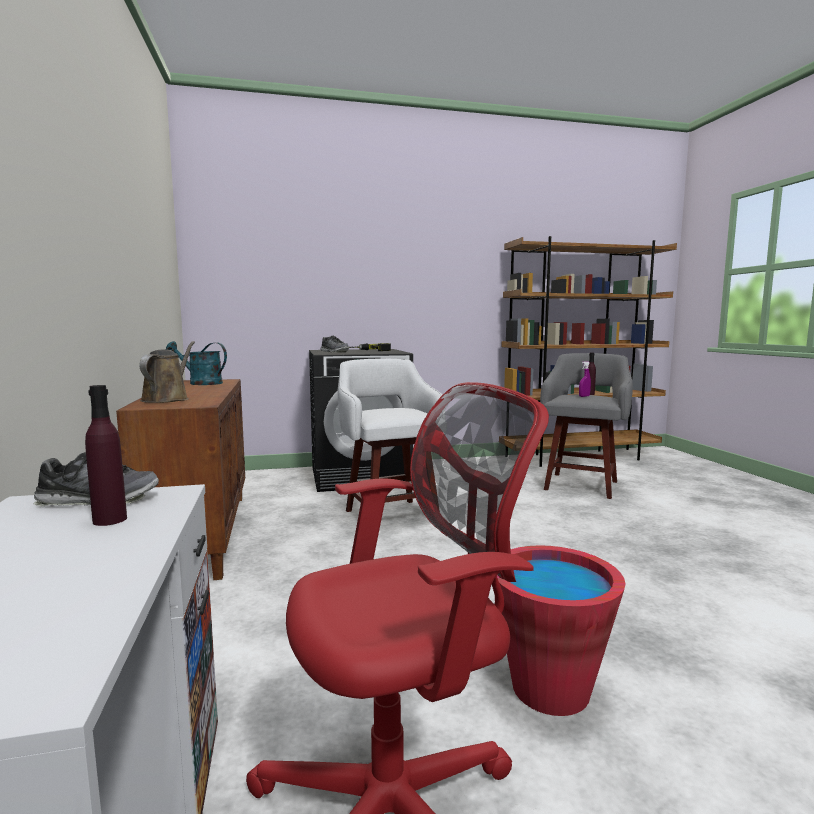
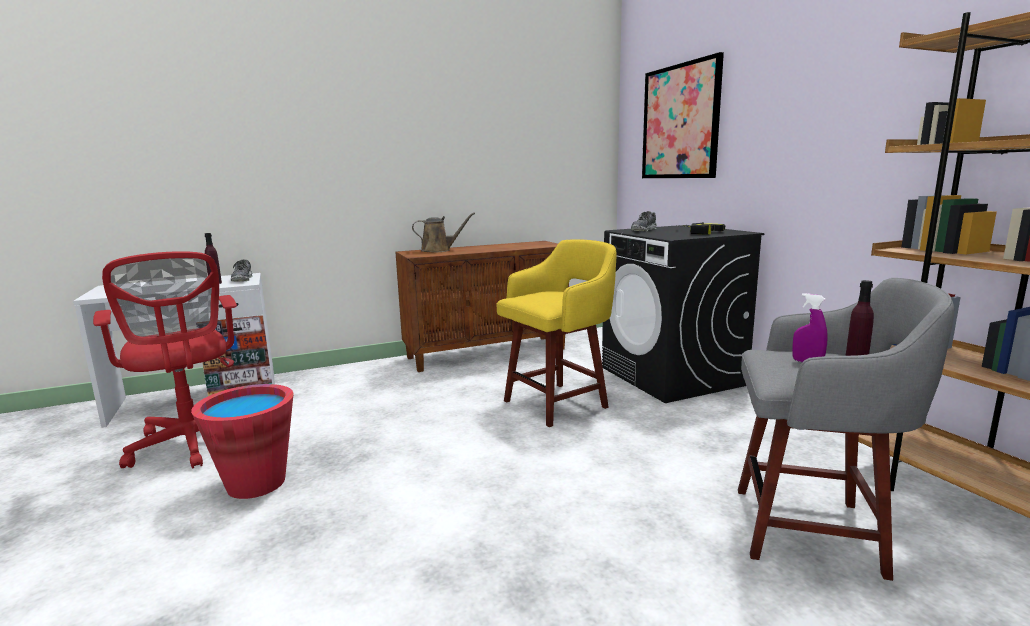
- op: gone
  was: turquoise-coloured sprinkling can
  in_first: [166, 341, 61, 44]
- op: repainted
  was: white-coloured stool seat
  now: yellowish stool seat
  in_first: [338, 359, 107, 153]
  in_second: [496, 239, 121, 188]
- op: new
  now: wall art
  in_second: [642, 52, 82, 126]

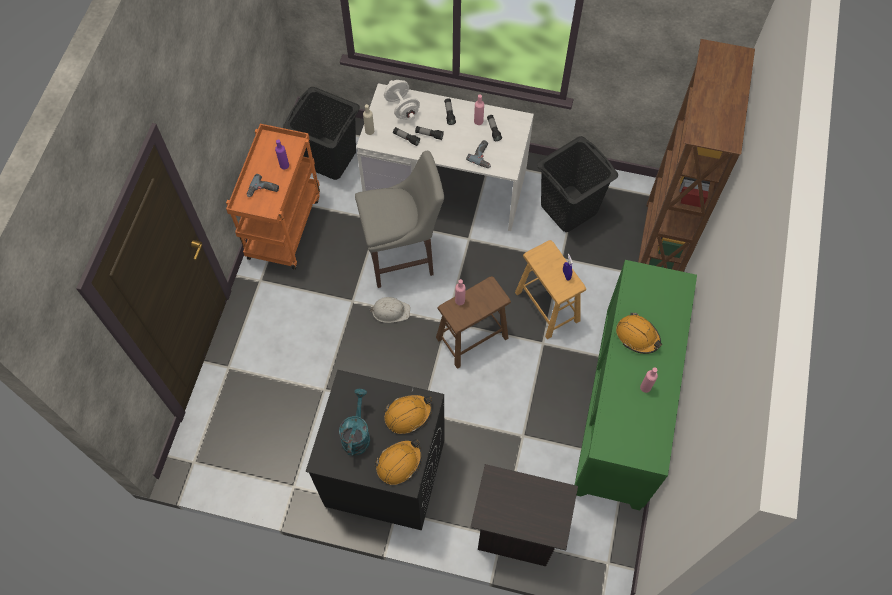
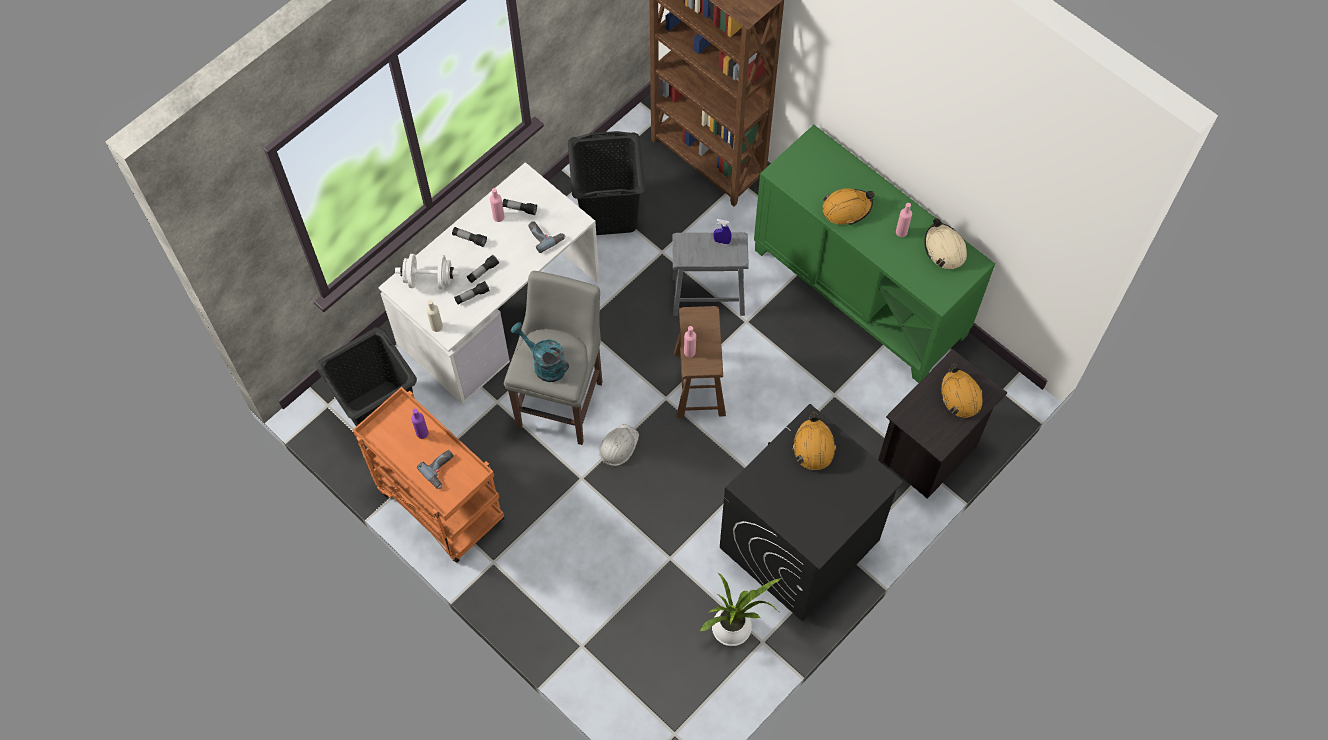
- op: shifted
  was: turquoise-coloured sprinkling can
  in_first: [339, 389, 31, 67]
  in_second: [511, 322, 58, 60]
- op: shifted
  was: orange hard hat
  in_first: [375, 439, 47, 46]
  in_second: [940, 364, 43, 54]
- op: repainted
  was: brownish stool seat
  now: grey stool seat
  in_first: [515, 240, 71, 99]
  in_second: [672, 232, 77, 84]
- op: new
  now: houseplant
  in_second: [700, 573, 81, 73]
- op: new
  now: beige-coloured hard hat
  in_second: [924, 218, 43, 51]

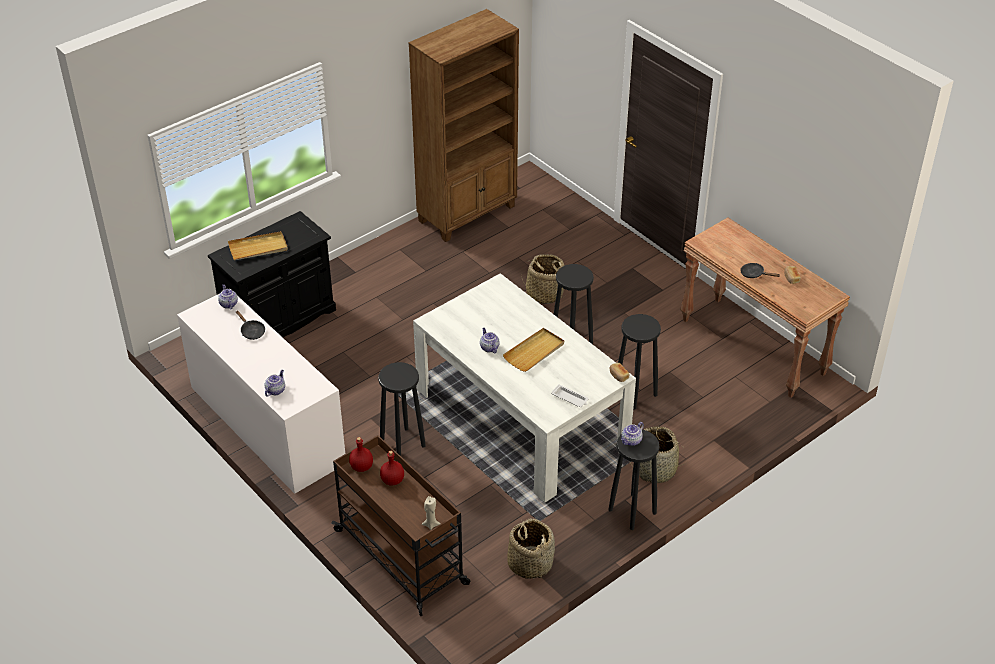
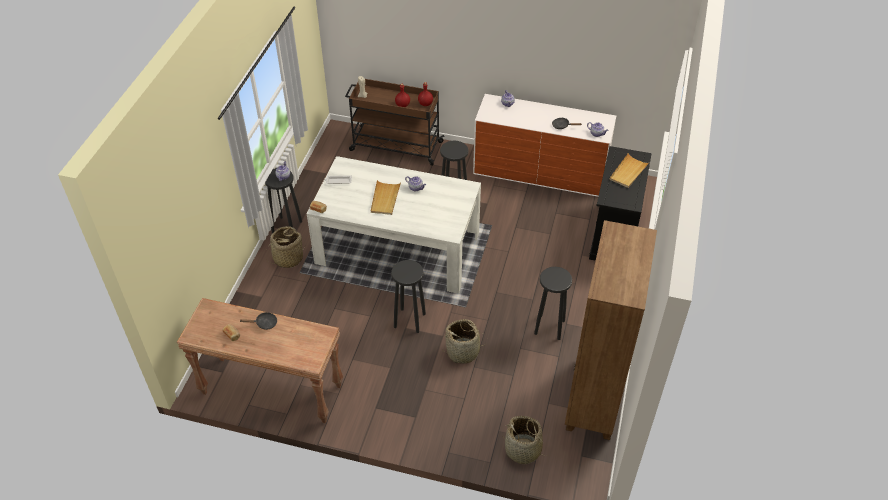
- op: shifted
  was: household basket
  in_first: [507, 518, 48, 61]
  in_second: [502, 416, 46, 48]
- op: shifted
  was: black stool seat
  in_first: [618, 314, 43, 95]
  in_second: [534, 267, 38, 73]

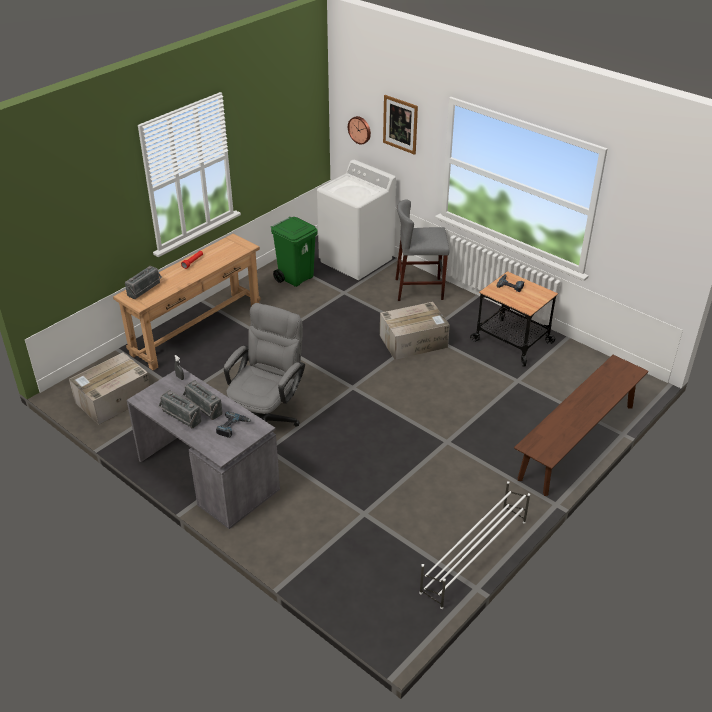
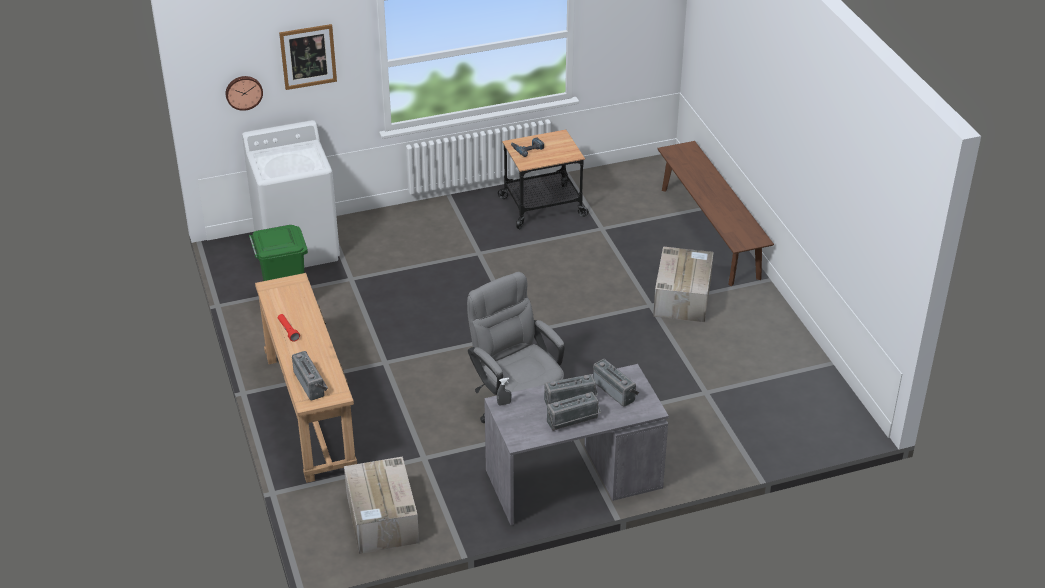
- op: swapped
  was: electric drill
  now: radio set
  in_first: [216, 411, 35, 27]
  in_second: [593, 359, 46, 48]
- op: shifted
  was: cardboard box
  in_first: [380, 302, 70, 58]
  in_second: [653, 246, 61, 76]
- op: gone
  was: grey stool seat
  in_first: [396, 200, 54, 101]
- op: gone
  was: white-coloured shoe shelf
  in_first: [419, 481, 111, 128]

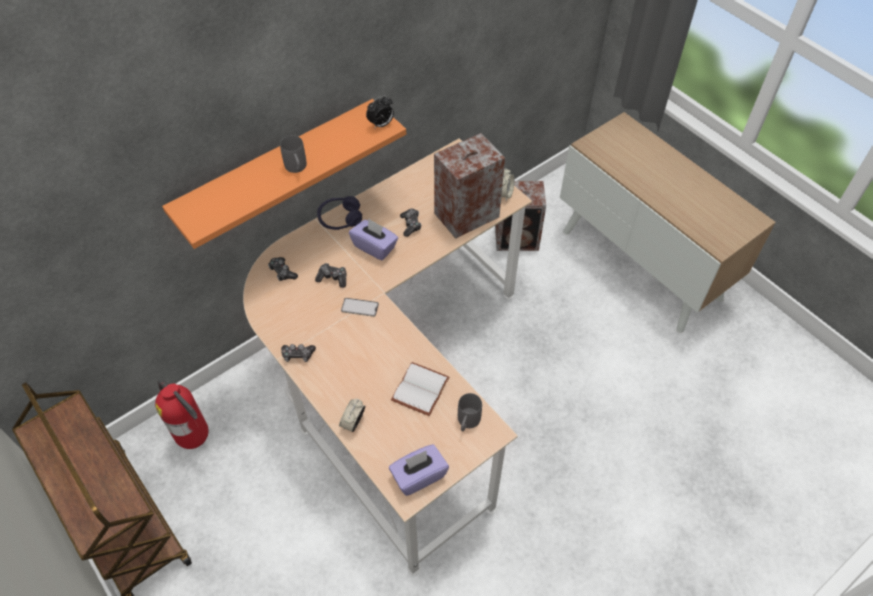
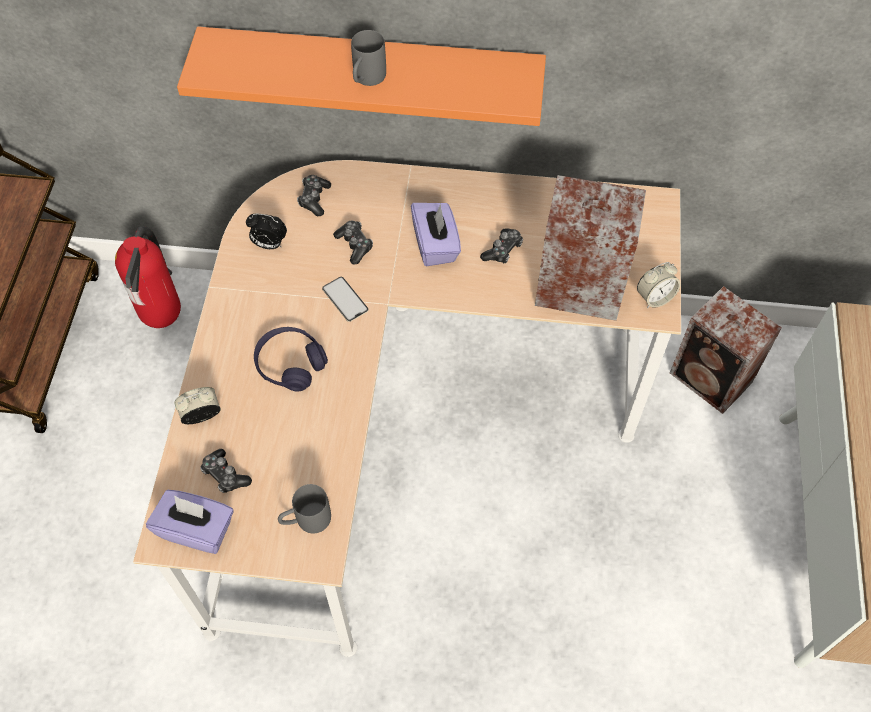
- op: shifted
  was: gamepad
  in_first: [281, 344, 35, 18]
  in_second: [200, 449, 52, 44]
- op: shifted
  was: purplish headset
  in_first: [317, 196, 45, 34]
  in_second: [254, 327, 74, 65]
- op: shifted
  was: alarm clock
  in_first: [366, 95, 28, 33]
  in_second: [246, 213, 41, 36]
- op: gone
  was: white-coloured volume
  in_first: [391, 362, 59, 54]

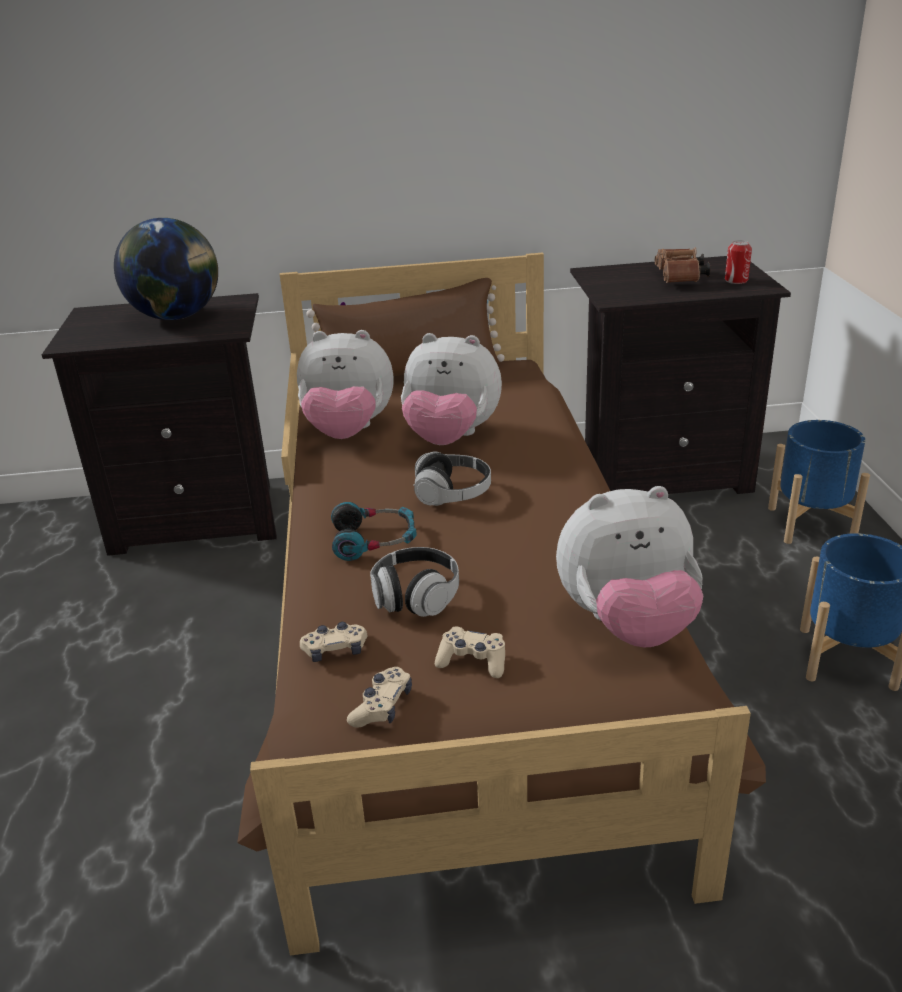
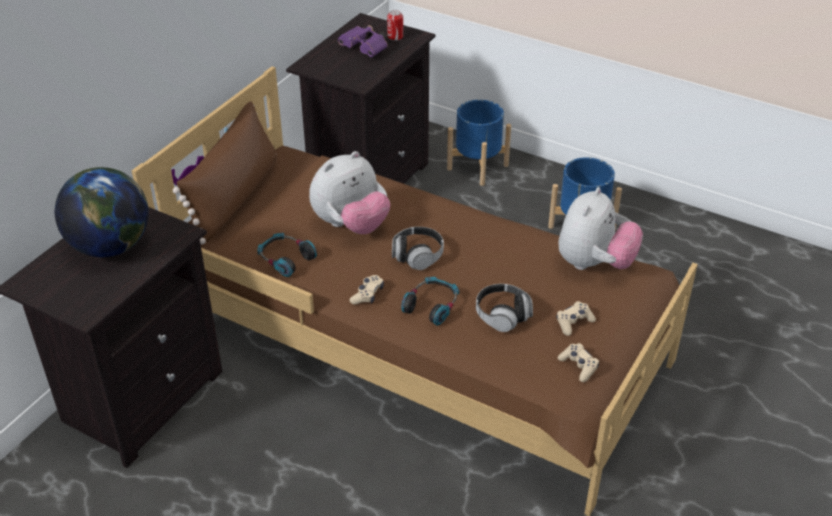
- op: swapped
  was: cuddly toy
  now: headset
  in_first: [297, 330, 96, 109]
  in_second: [257, 233, 60, 44]
- op: shifted
  was: beige-coloured gamepad
  in_first: [300, 622, 67, 40]
  in_second: [349, 275, 35, 30]
- op: repainted
  was: brownish binoculars
  now: purplish binoculars
  in_first: [655, 247, 55, 36]
  in_second: [338, 25, 50, 32]

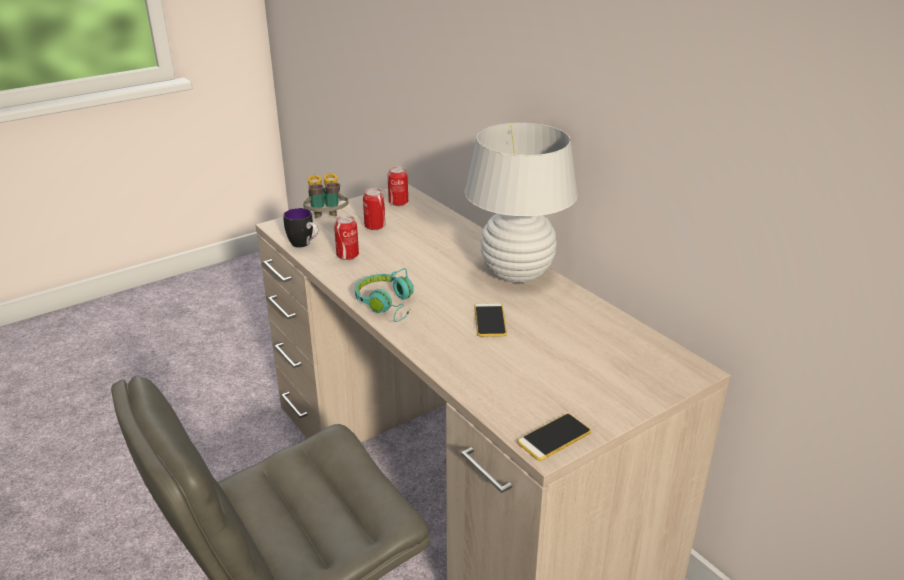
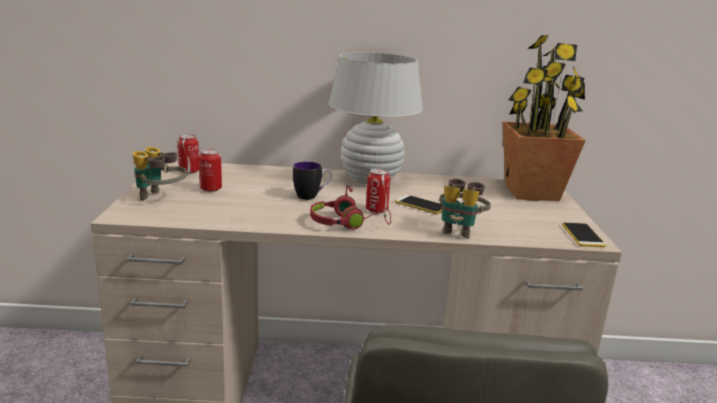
- op: shifted
  was: tea mug
  in_first: [283, 208, 35, 40]
  in_second: [293, 162, 39, 38]
- op: shifted
  was: sealed can
  in_first: [334, 215, 25, 45]
  in_second: [366, 168, 25, 45]
- op: repainted
  was: turquoise-coloured headset
  now: red headset
  in_first: [355, 268, 59, 54]
  in_second: [310, 186, 81, 43]
- op: new
  now: binoculars
  in_second: [439, 179, 52, 60]
- op: new
  now: houseplant
  in_second: [502, 35, 84, 166]

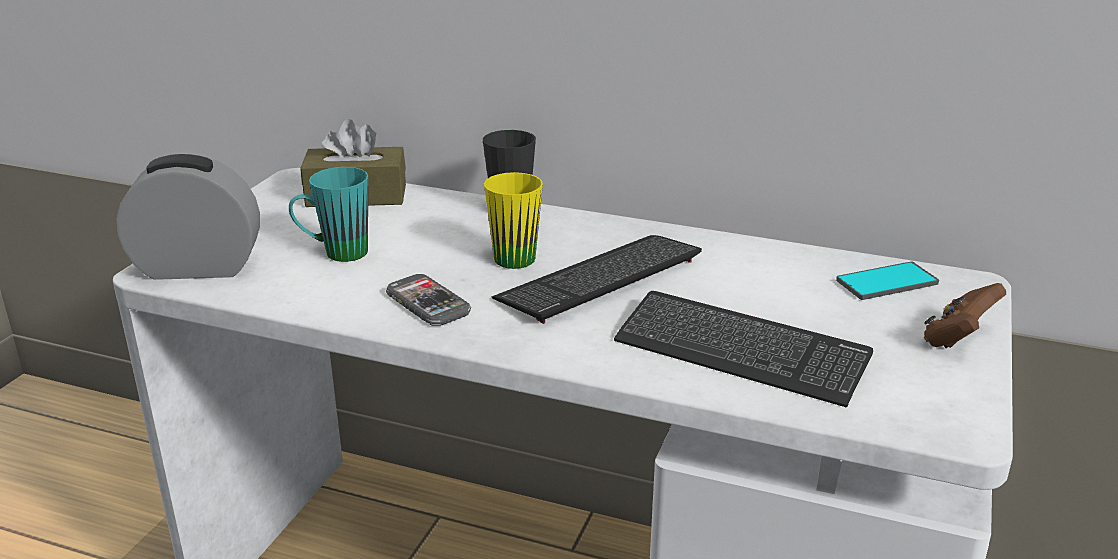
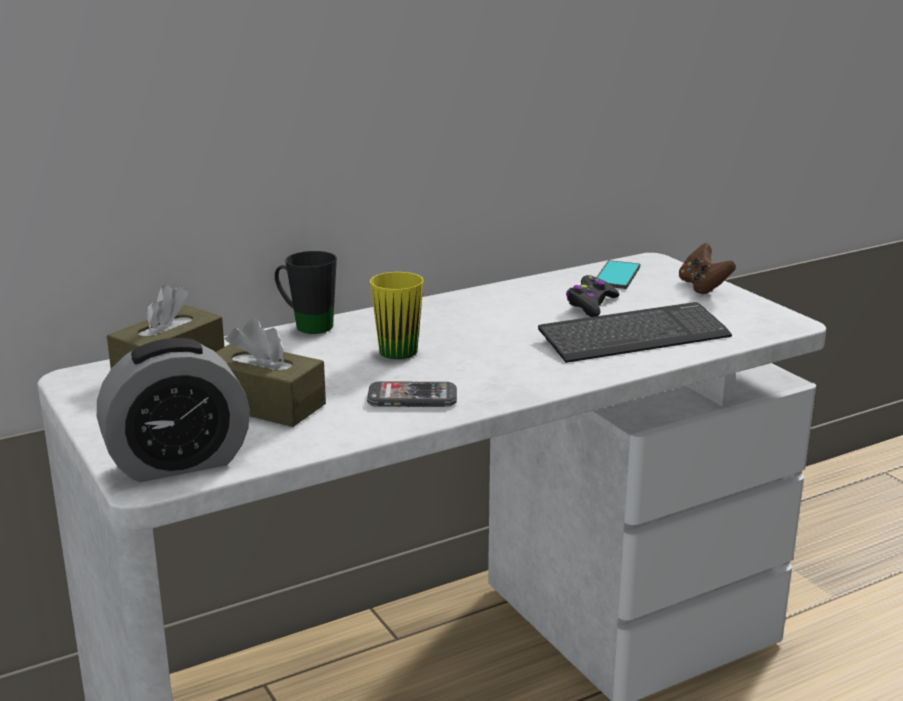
- op: rotated
  was: alarm clock
  in_first: [116, 154, 144, 126]
  in_second: [97, 338, 153, 144]
  clockwise: -150
- op: swapped
  was: turquoise-coloured tea mug
  now: brownish tissue box
  in_first: [289, 167, 79, 95]
  in_second: [216, 318, 110, 109]
- op: gone
  was: computer keyboard
  in_first: [491, 235, 211, 89]
- op: new
  now: black gamepad
  in_second: [566, 275, 54, 42]

